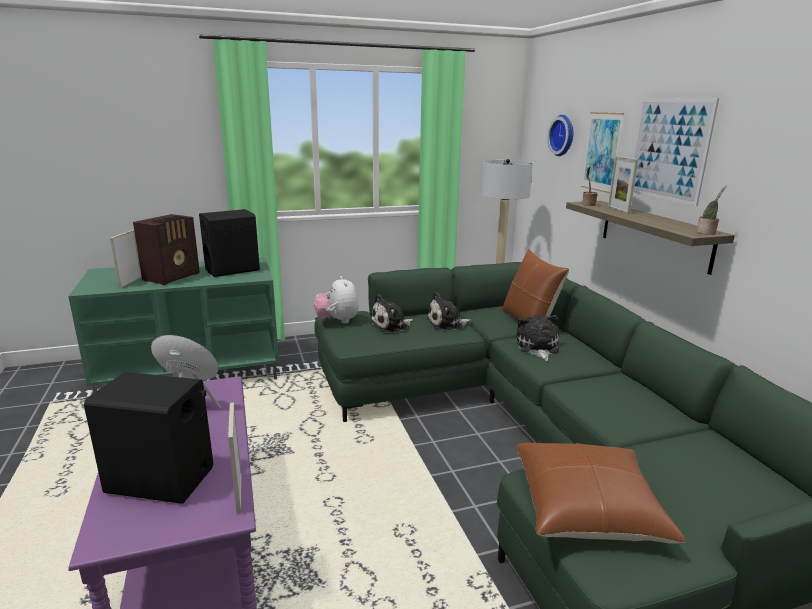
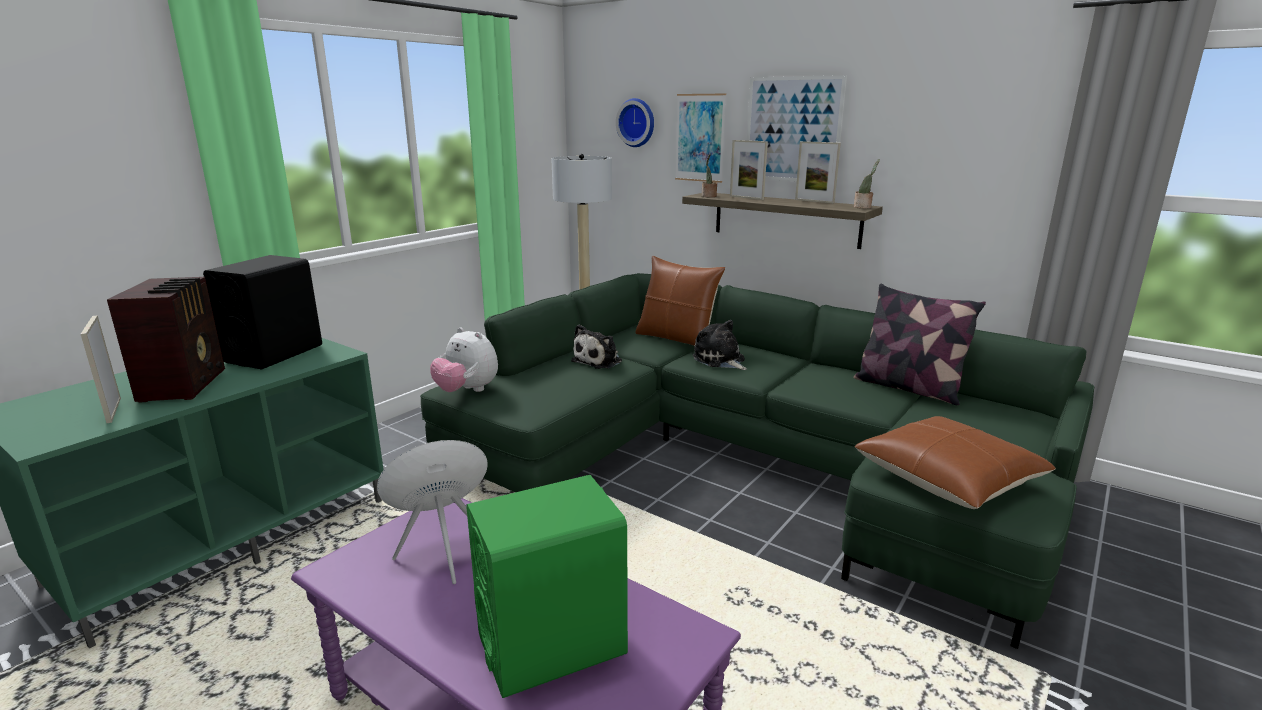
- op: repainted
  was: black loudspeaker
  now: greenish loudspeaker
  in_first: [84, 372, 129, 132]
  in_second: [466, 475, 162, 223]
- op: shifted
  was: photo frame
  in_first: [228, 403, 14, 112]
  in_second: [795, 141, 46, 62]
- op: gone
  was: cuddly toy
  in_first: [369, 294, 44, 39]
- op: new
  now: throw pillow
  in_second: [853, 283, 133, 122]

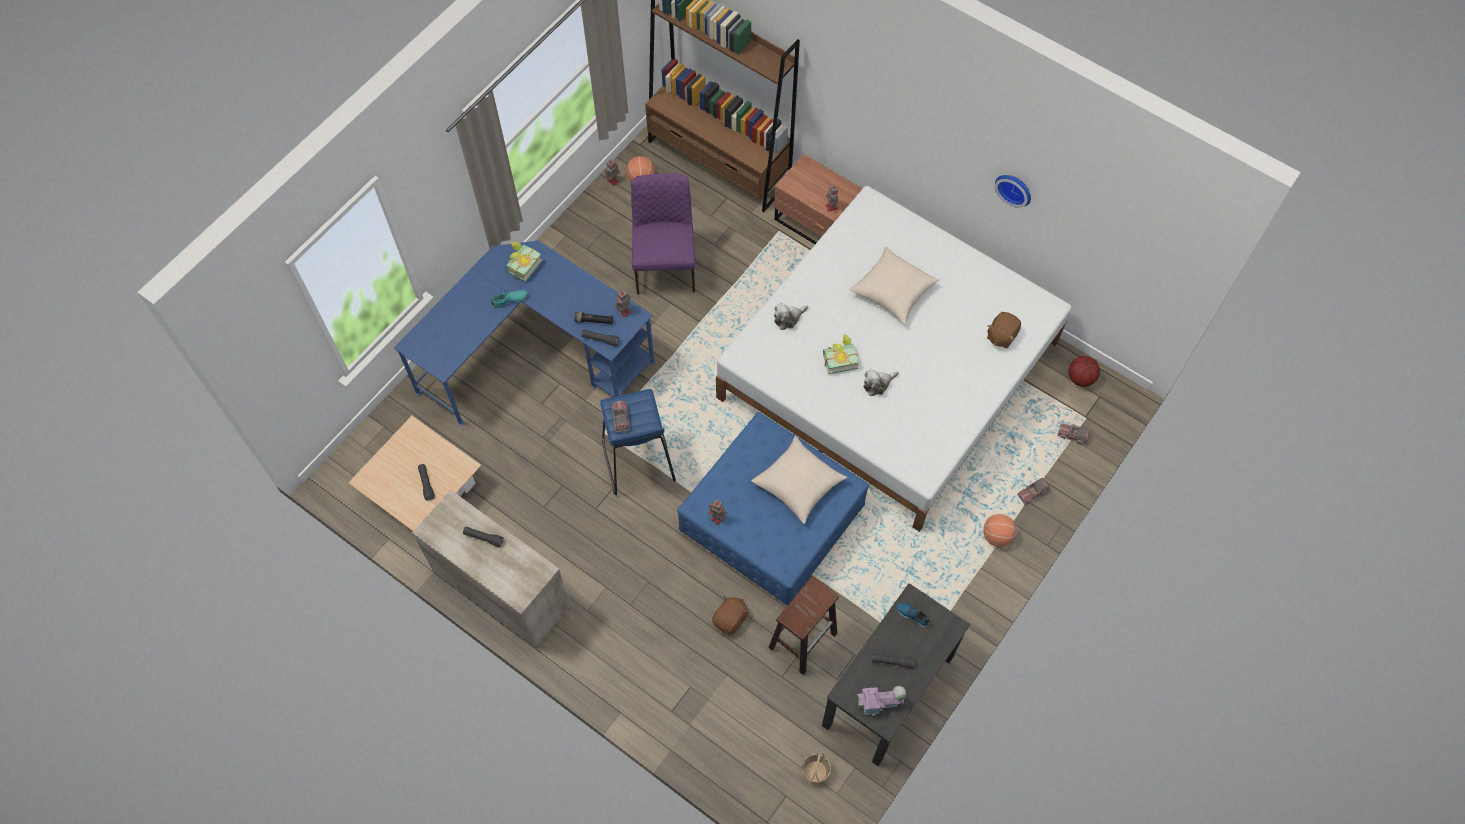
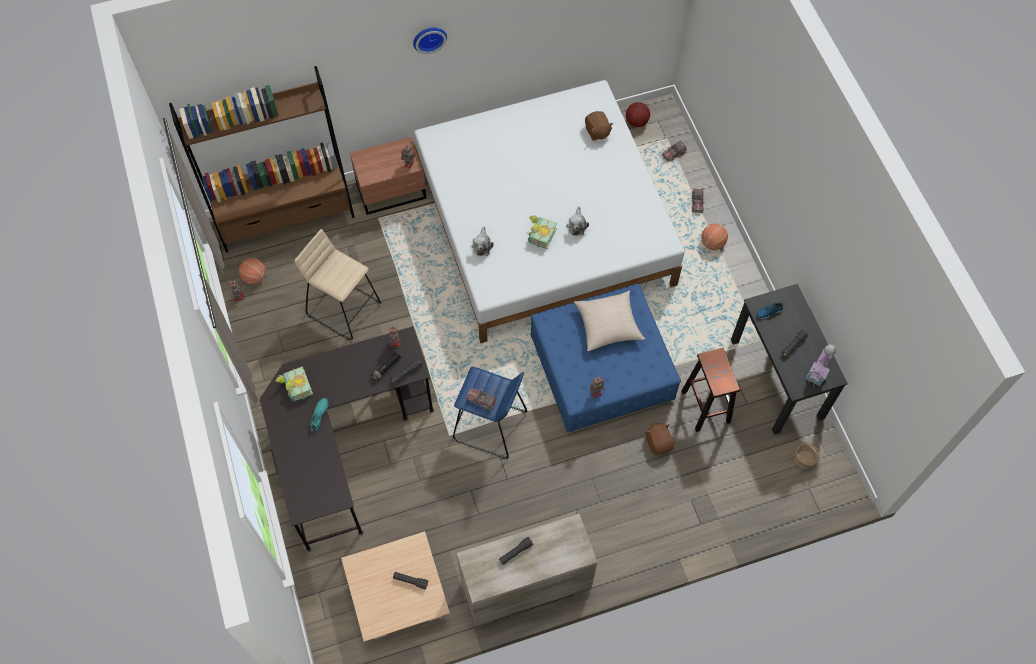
- op: repainted
  was: blue desk
  now: black desk
  in_first: [394, 241, 261, 185]
  in_second: [260, 326, 174, 226]
- op: swapped
  was: purplish chair
  now: beige-coloured stool seat
  in_first: [631, 174, 65, 120]
  in_second: [294, 229, 87, 111]
- op: gone
  was: beige-coloured throw pillow
  in_first: [850, 247, 90, 77]
- op: shifted
  was: hanging clock
  in_first: [995, 175, 36, 33]
  in_second: [413, 27, 34, 27]

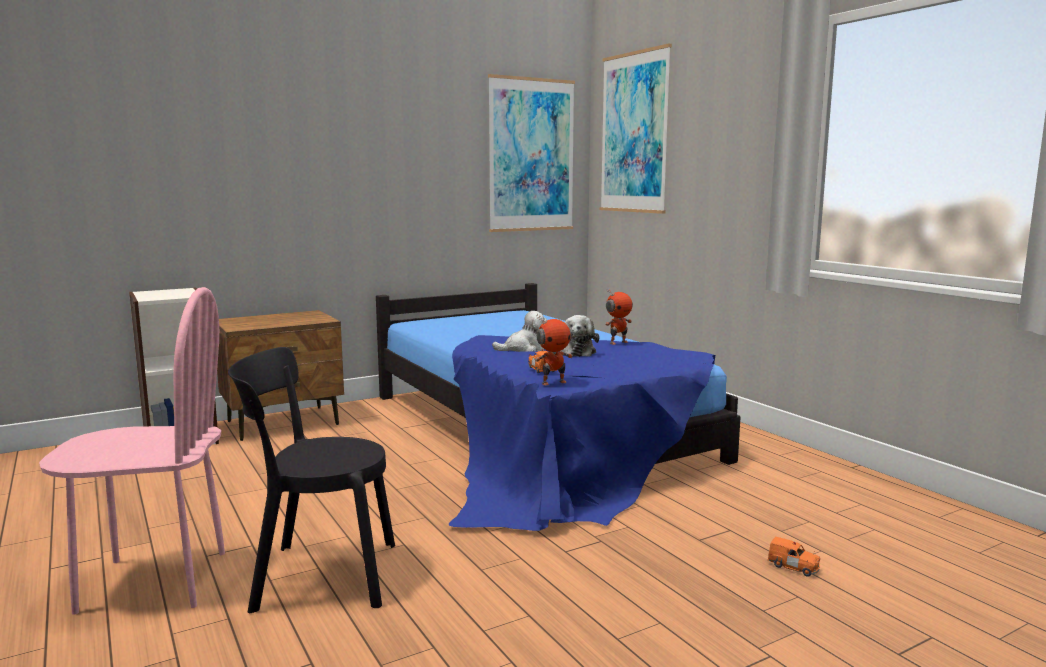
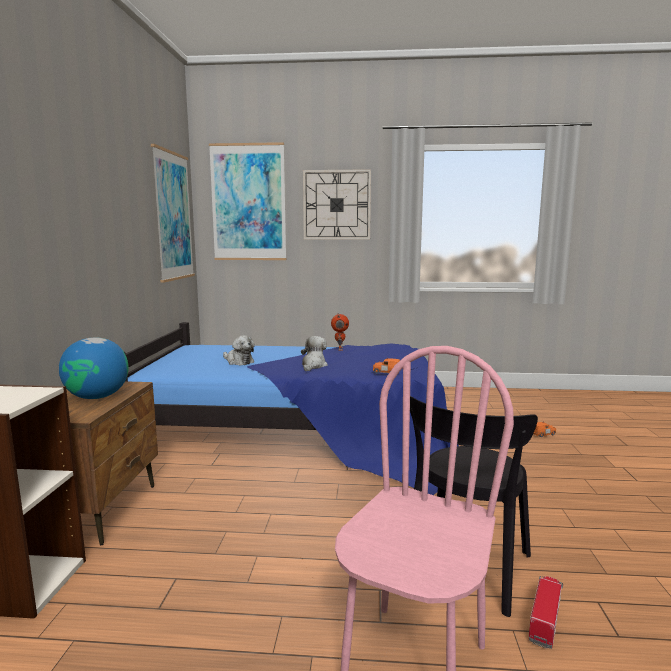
- op: gone
  was: robot figure
  in_first: [534, 316, 39, 69]
- op: shifted
  was: cuddly toy
  in_first: [561, 315, 39, 42]
  in_second: [223, 335, 31, 30]
- op: new
  now: globe
  in_second: [59, 338, 70, 61]
- op: new
  now: hanging clock
  in_second: [303, 169, 68, 71]
- op: new
  now: toy lorry
  in_second: [529, 576, 34, 73]

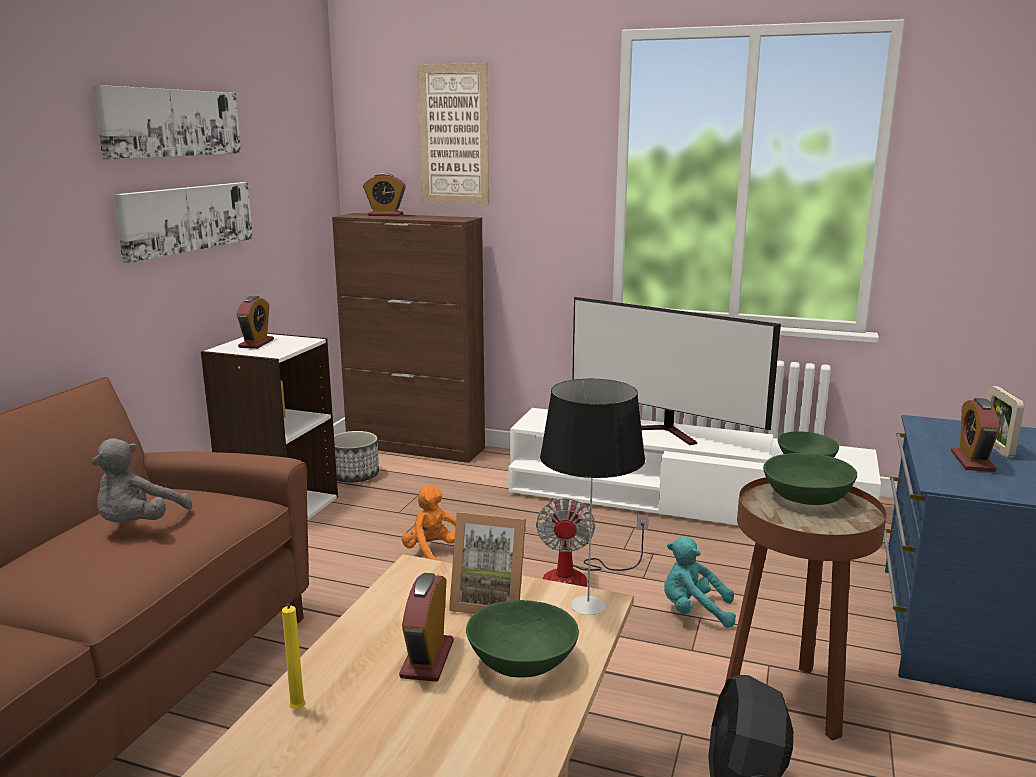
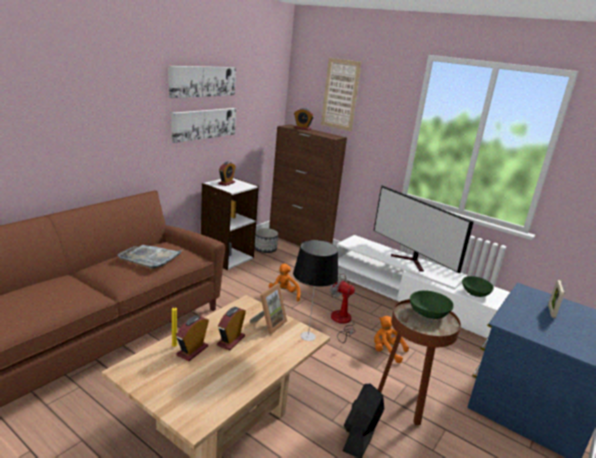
- op: swapped
  was: grey cuddly toy
  now: grey serving tray
  in_first: [92, 438, 100, 85]
  in_second: [117, 245, 67, 24]
- op: rotated
  was: photo frame
  in_first: [449, 512, 77, 102]
  in_second: [249, 283, 38, 52]
  clockwise: -90
- op: gone
  was: greenish bowl
  in_first: [466, 600, 113, 77]
- op: rotated
  was: fan
  in_first: [536, 498, 113, 89]
  in_second: [330, 273, 25, 70]
  clockwise: 105
- op: repainted
  was: turquoise-coloured cuddly toy
  now: orange cuddly toy
  in_first: [664, 536, 72, 92]
  in_second: [374, 316, 35, 47]
- op: shifted
  was: alarm clock
  in_first: [951, 398, 49, 74]
  in_second: [176, 316, 33, 45]

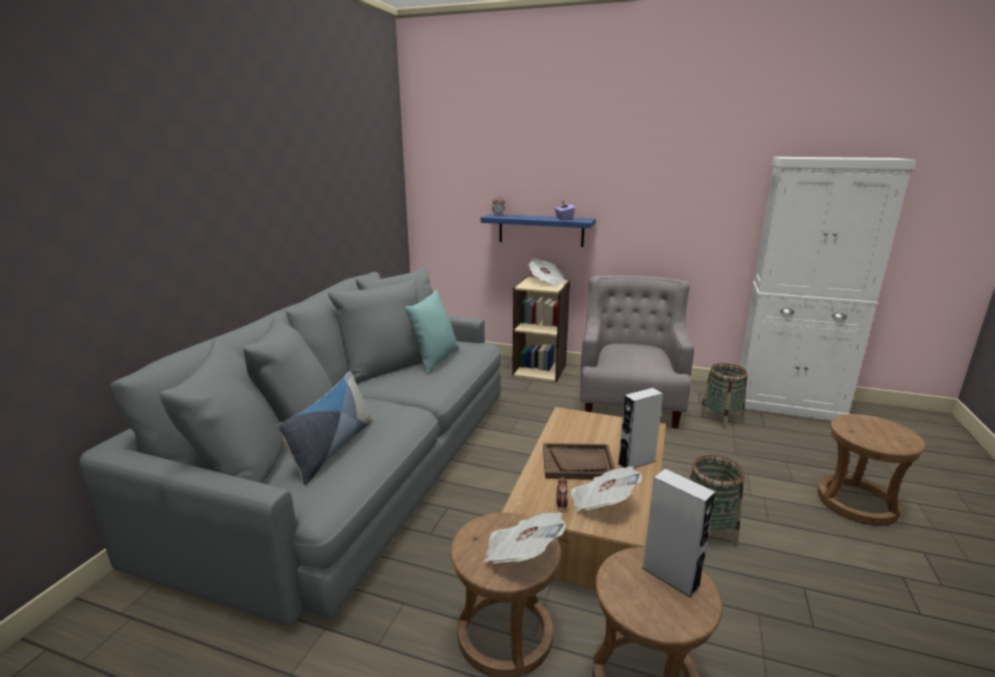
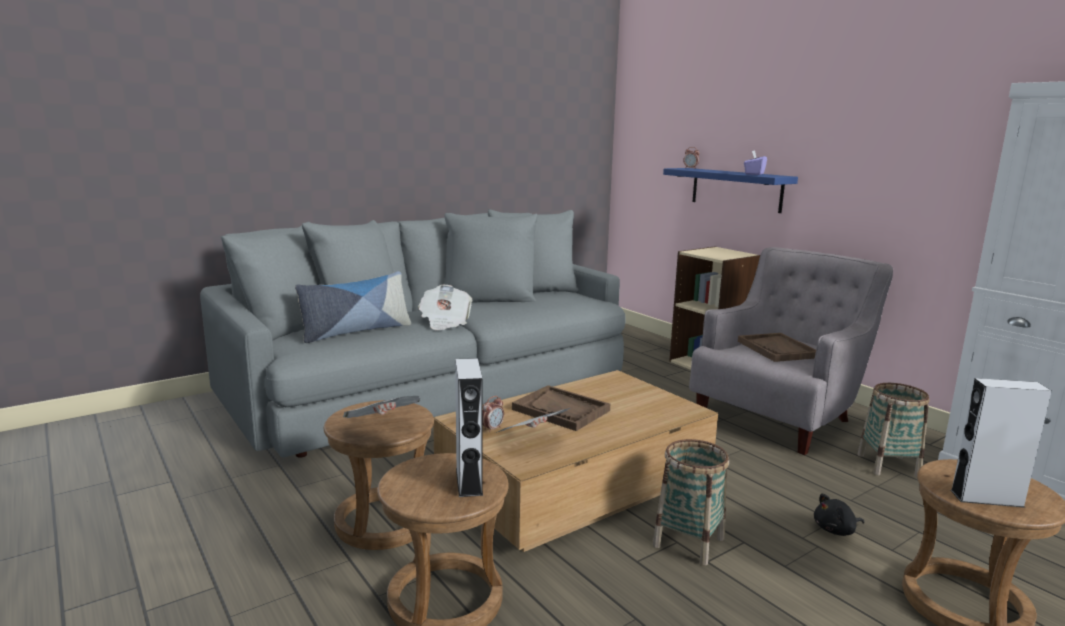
- op: gone
  was: turquoise-coloured throw pillow
  in_first: [405, 290, 54, 85]
- op: shifted
  was: newspaper
  in_first: [528, 258, 37, 29]
  in_second: [418, 285, 54, 45]
- op: shifted
  was: grey loudspeaker
  in_first: [618, 388, 45, 81]
  in_second: [950, 378, 102, 130]
- op: new
  now: brownish serving tray
  in_second: [738, 333, 78, 29]
- op: new
  now: black cuddly toy
  in_second: [814, 493, 50, 43]

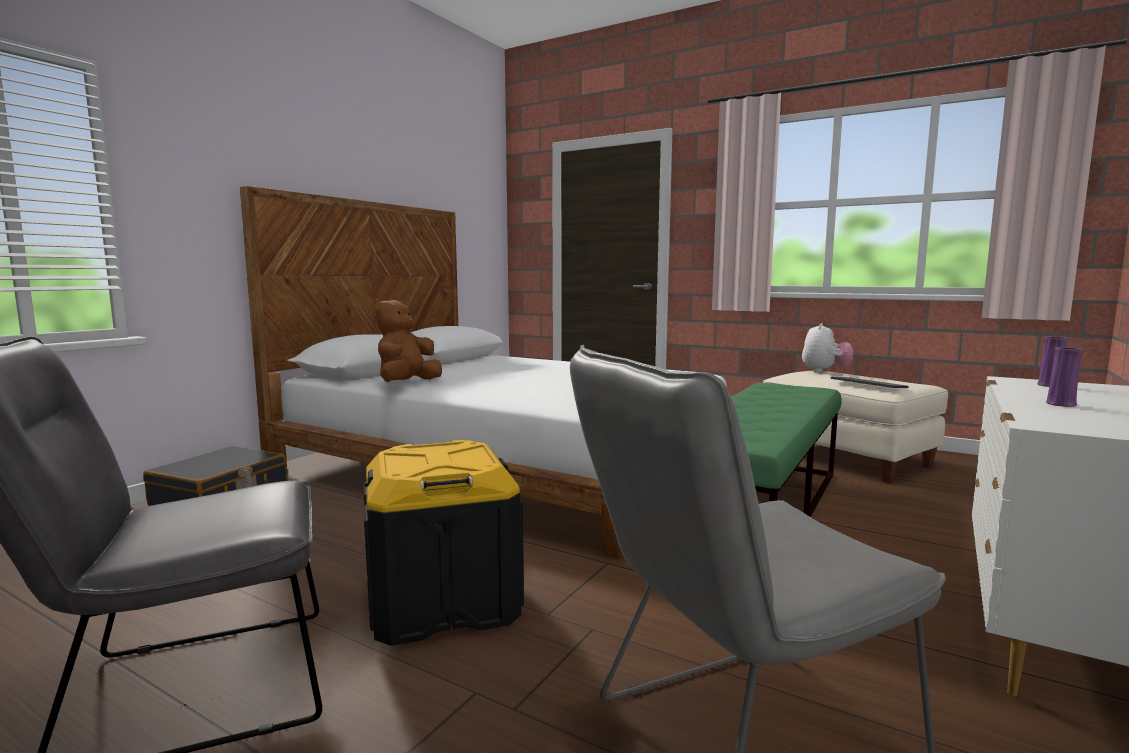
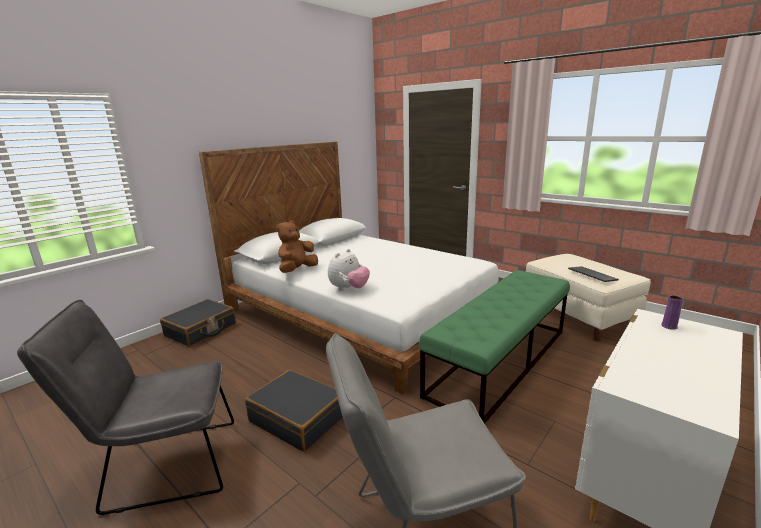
- op: swapped
  was: black storage box
  now: black suitcase
  in_first: [364, 440, 160, 206]
  in_second: [245, 370, 98, 82]
- op: shifted
  was: cuddly toy
  in_first: [802, 323, 51, 50]
  in_second: [328, 249, 42, 42]
- op: gone
  was: purplish decorative vase
  in_first: [1046, 347, 36, 60]

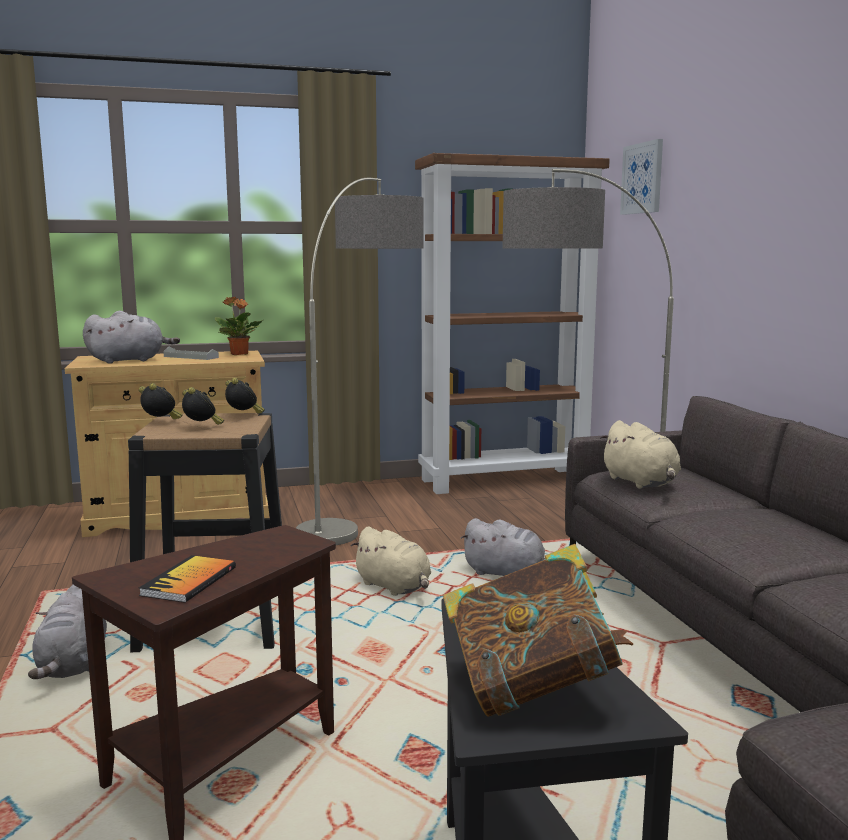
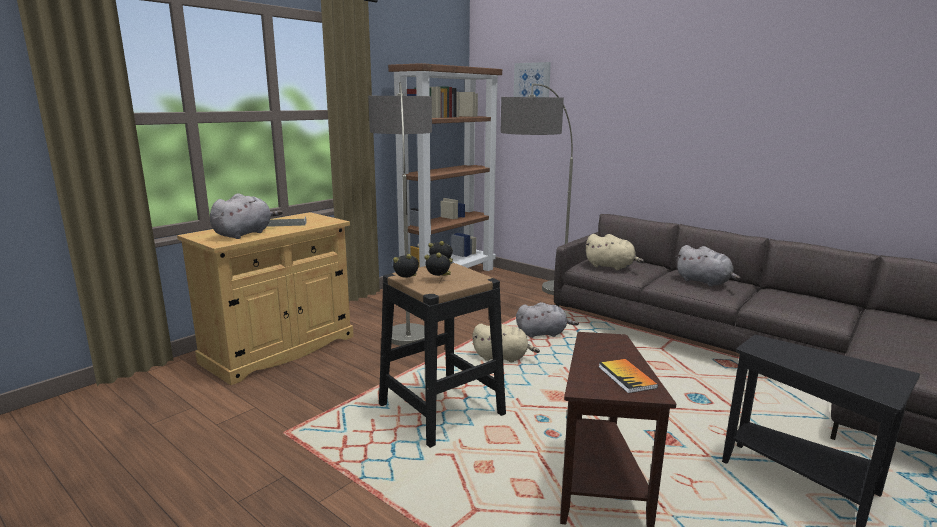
- op: shifted
  was: grey cuddly toy
  in_first: [28, 585, 79, 94]
  in_second: [676, 245, 65, 42]
- op: gone
  was: houseplant
  in_first: [215, 297, 48, 58]
- op: gone
  was: volume
  in_first: [443, 544, 190, 173]

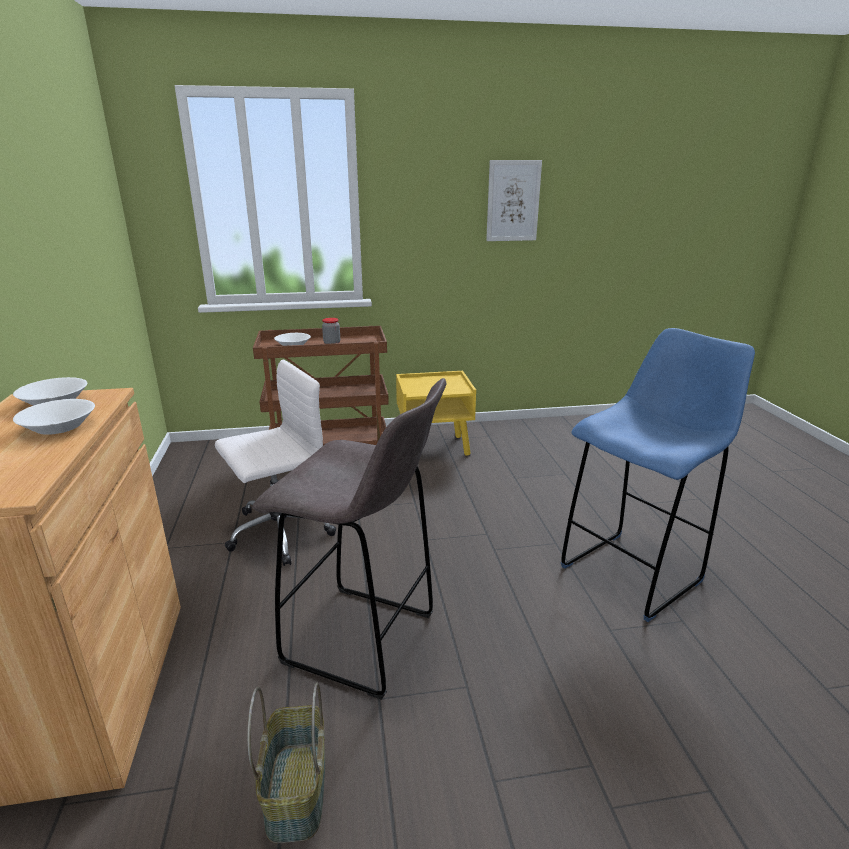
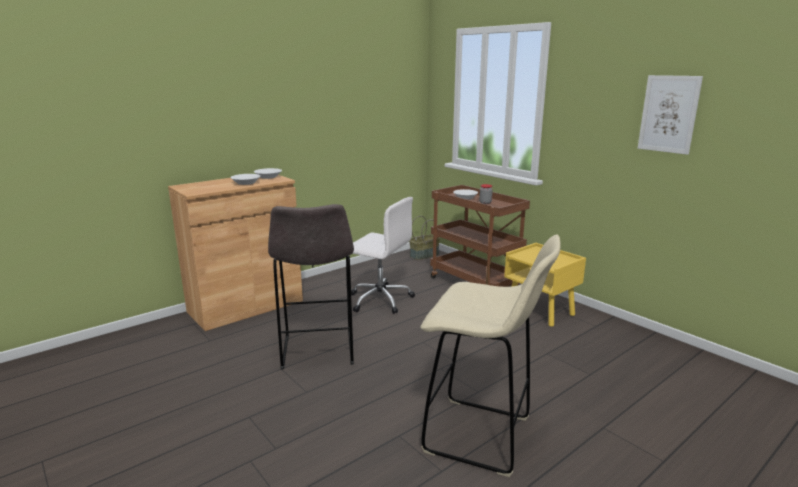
- op: shifted
  was: household basket
  in_first: [247, 682, 78, 161]
  in_second: [409, 216, 31, 44]
- op: repainted
  was: blue stool seat
  now: beige-coloured stool seat
  in_first: [561, 328, 194, 294]
  in_second: [420, 234, 141, 243]

